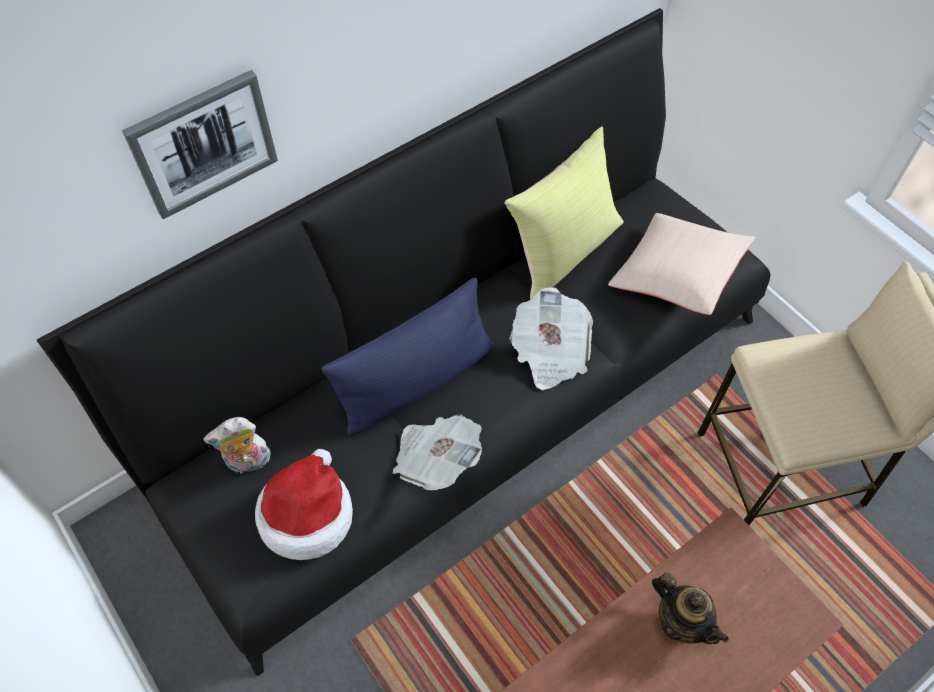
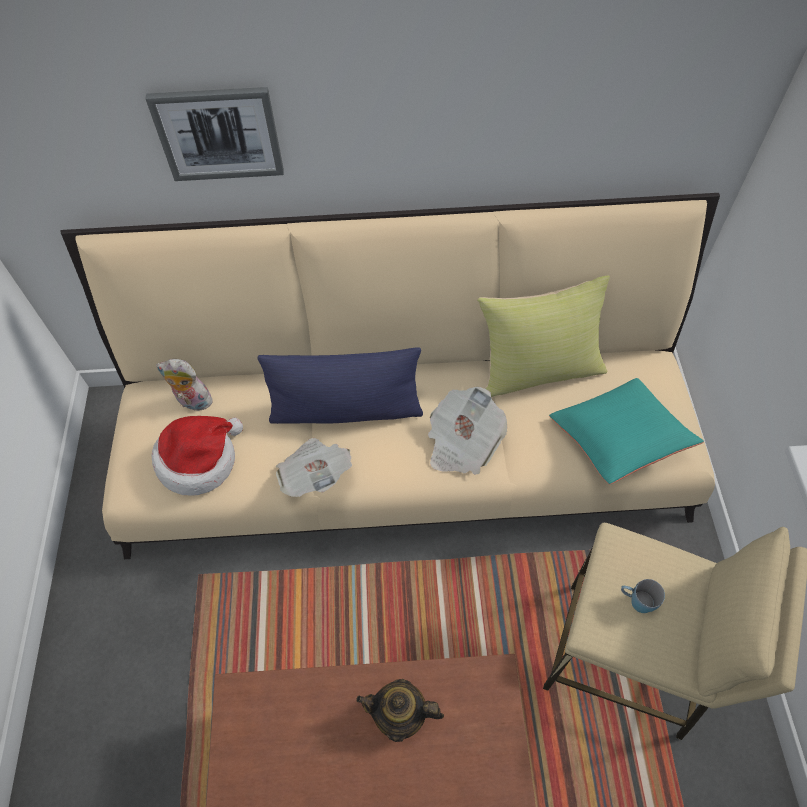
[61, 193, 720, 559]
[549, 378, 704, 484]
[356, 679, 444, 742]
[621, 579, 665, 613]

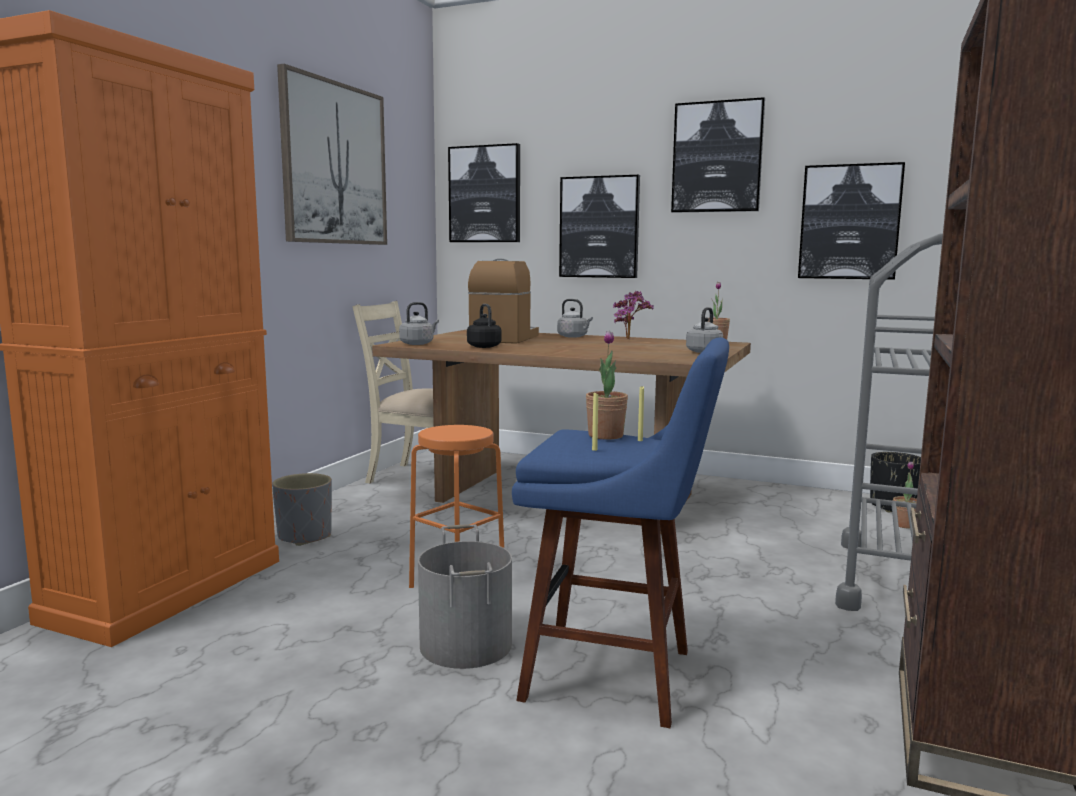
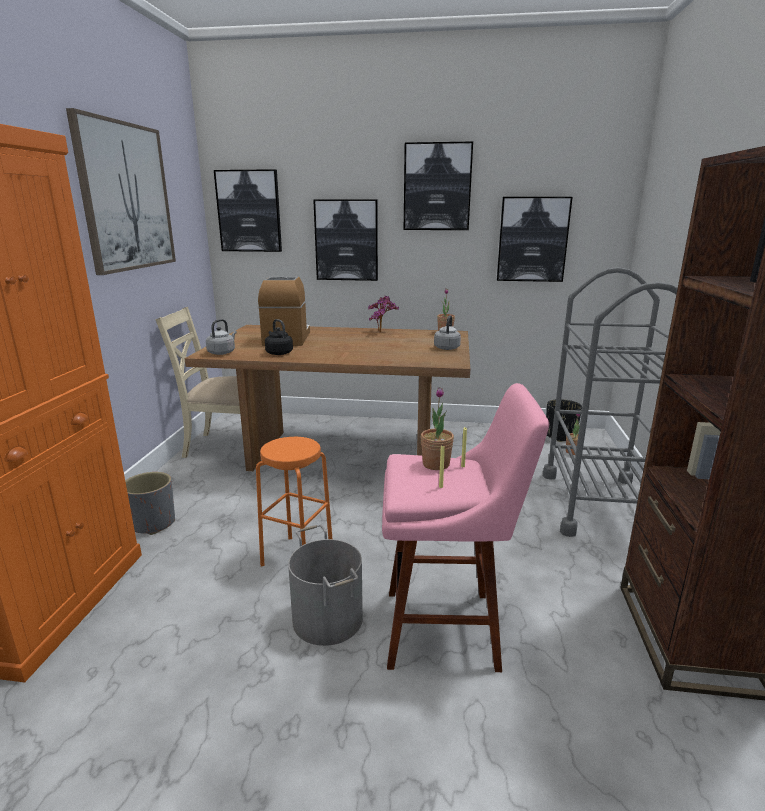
[557, 299, 593, 338] (first image)
[382, 383, 549, 672]

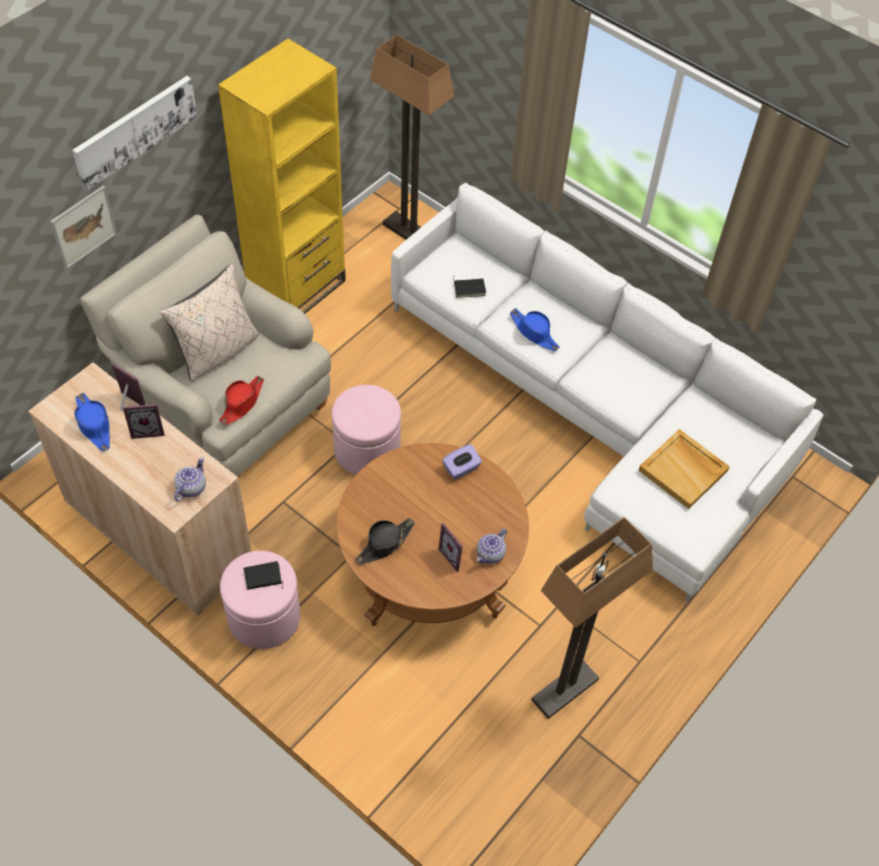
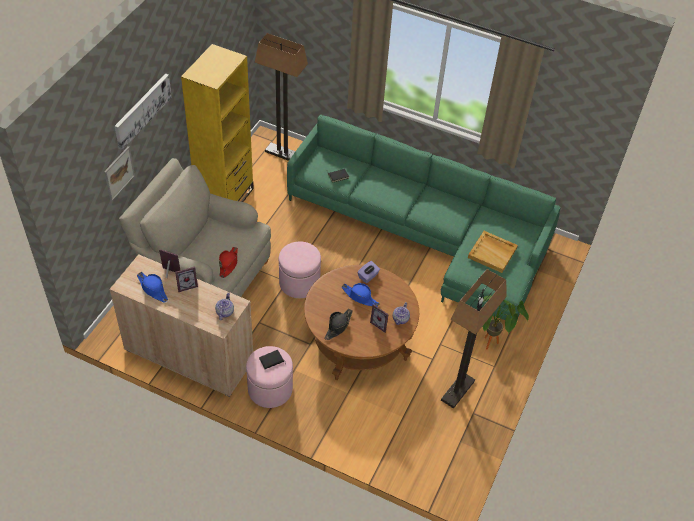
[287, 115, 560, 320]
[160, 264, 259, 382] (first image)
[342, 283, 380, 307]
[482, 291, 529, 349]

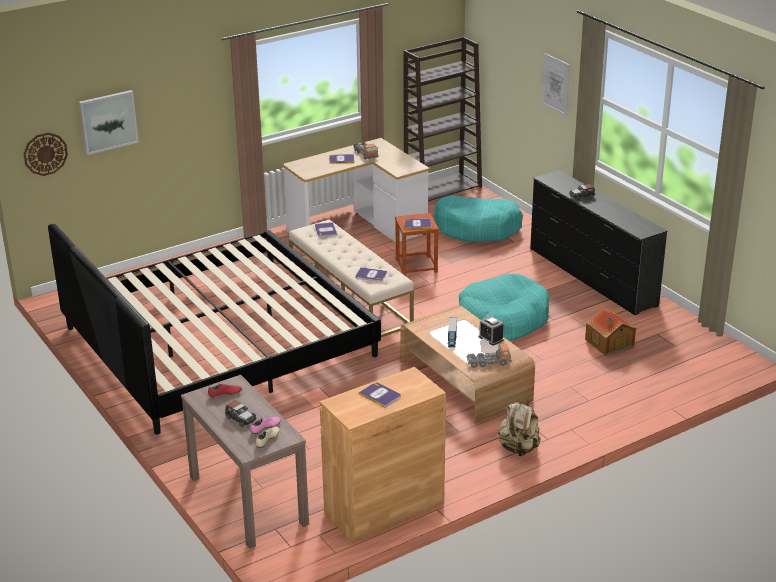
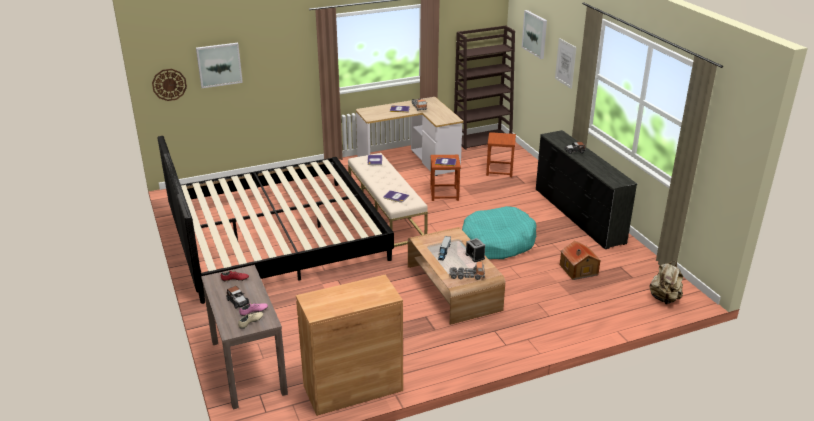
[486, 132, 516, 177]
[359, 382, 401, 408] (first image)
[650, 261, 683, 304]
[522, 10, 547, 59]

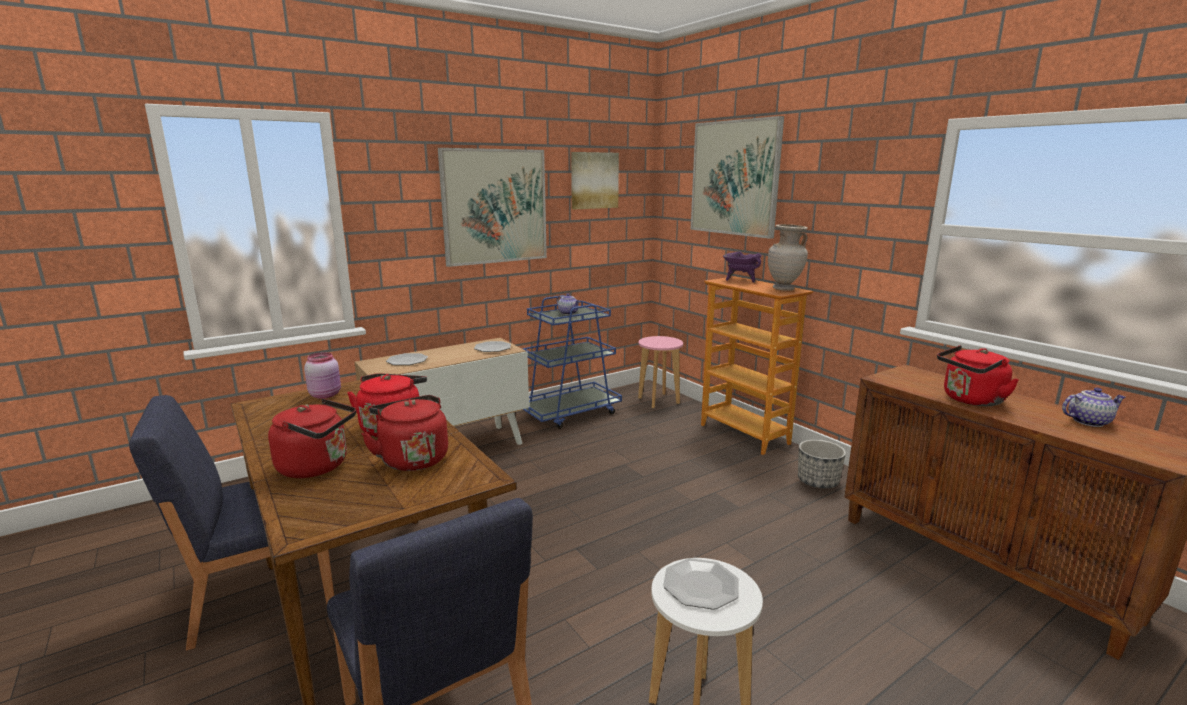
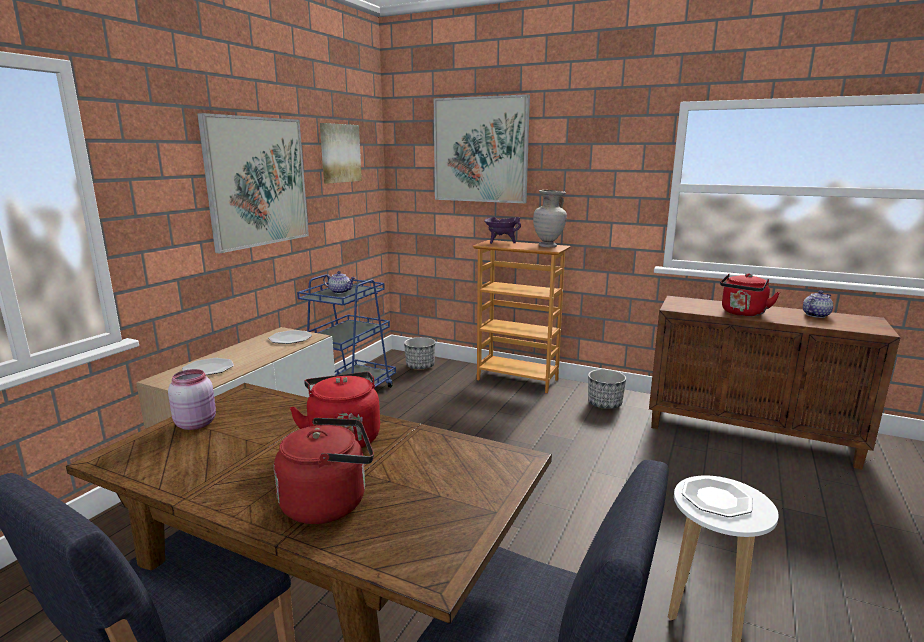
[404, 337, 436, 370]
[361, 395, 448, 471] (first image)

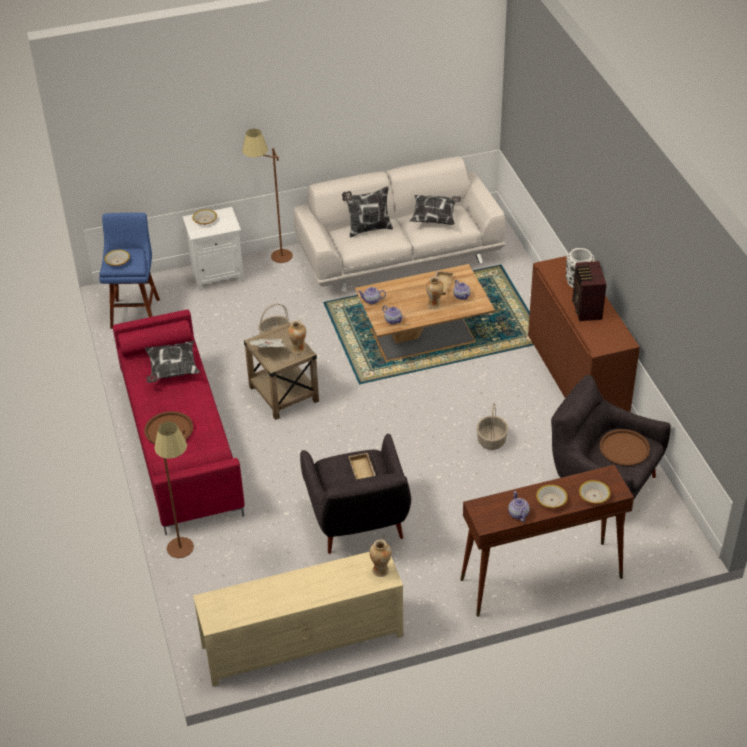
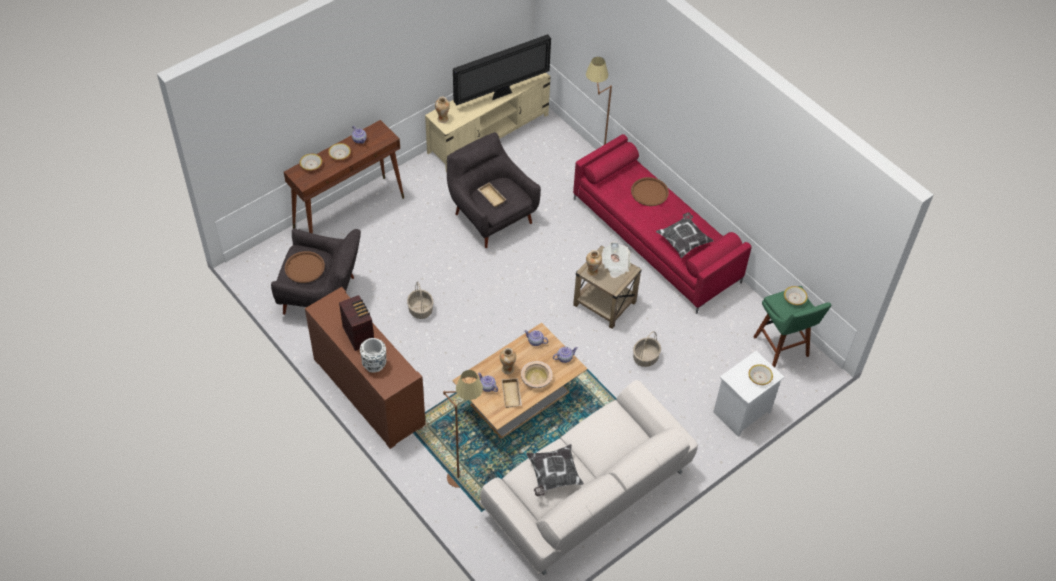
[443, 370, 483, 488]
[342, 186, 393, 237] (first image)
[753, 286, 831, 368]
[453, 34, 551, 105]
[521, 361, 553, 388]

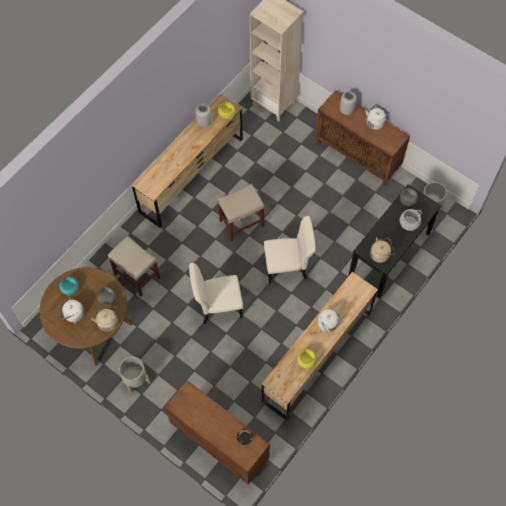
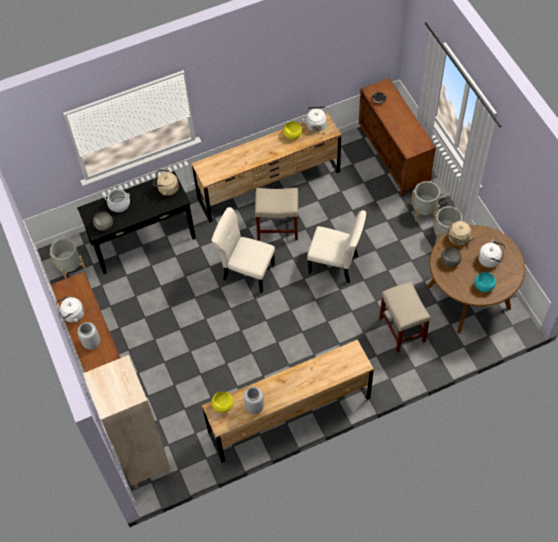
[255, 188, 298, 241]
[302, 106, 327, 132]
[411, 181, 440, 222]

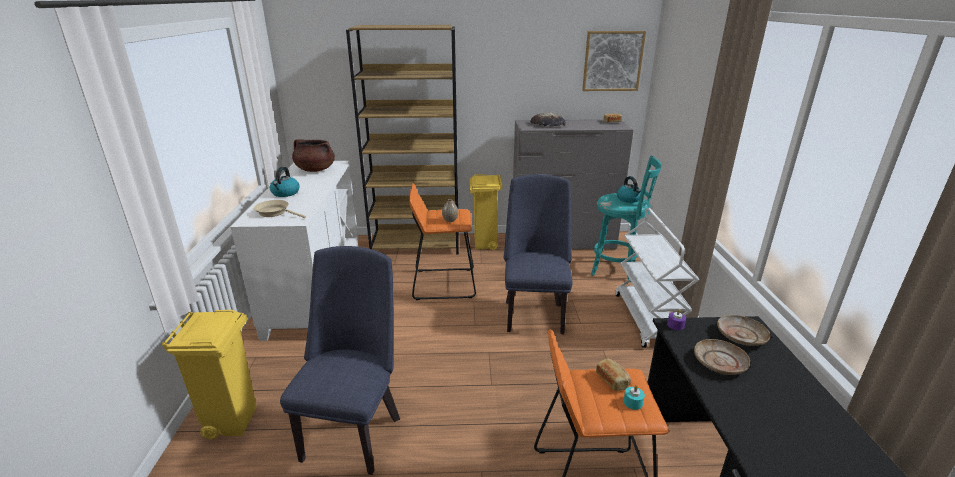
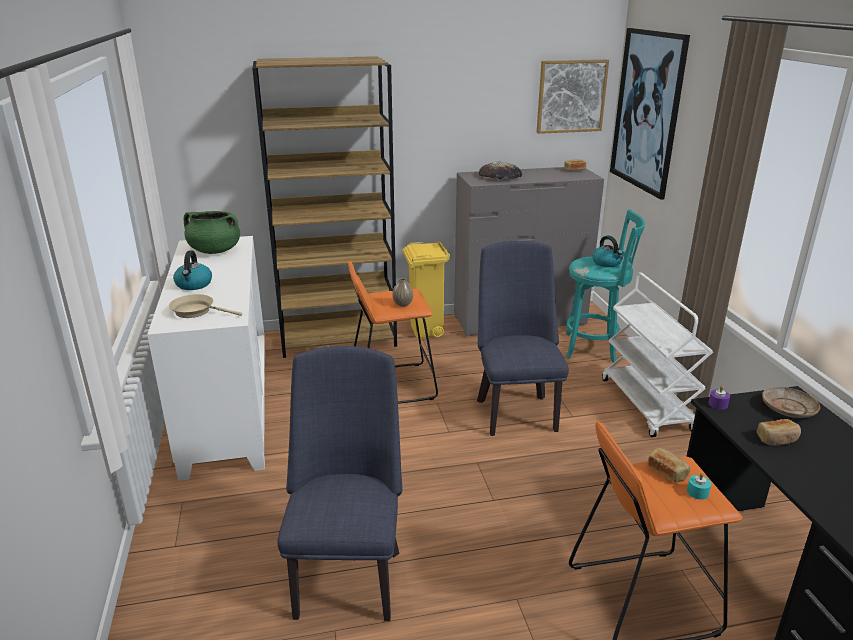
[184, 211, 240, 254]
[162, 310, 256, 439] (first image)
[757, 419, 801, 445]
[610, 28, 690, 200]

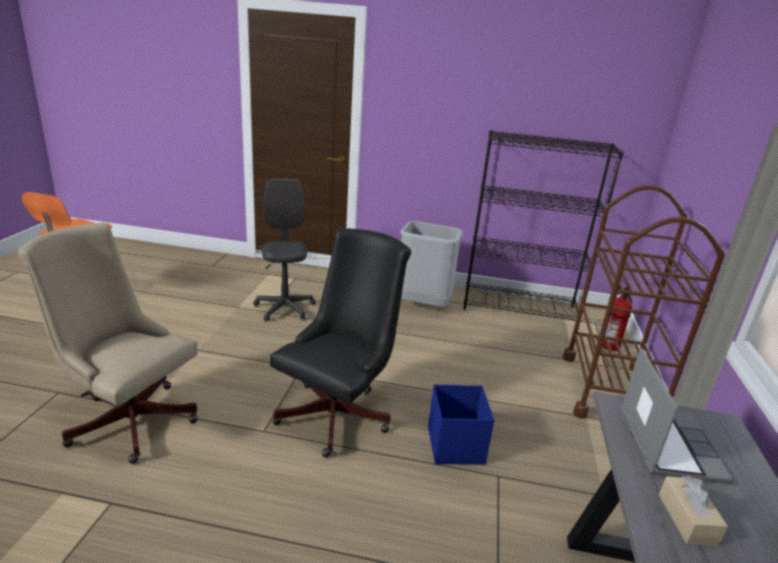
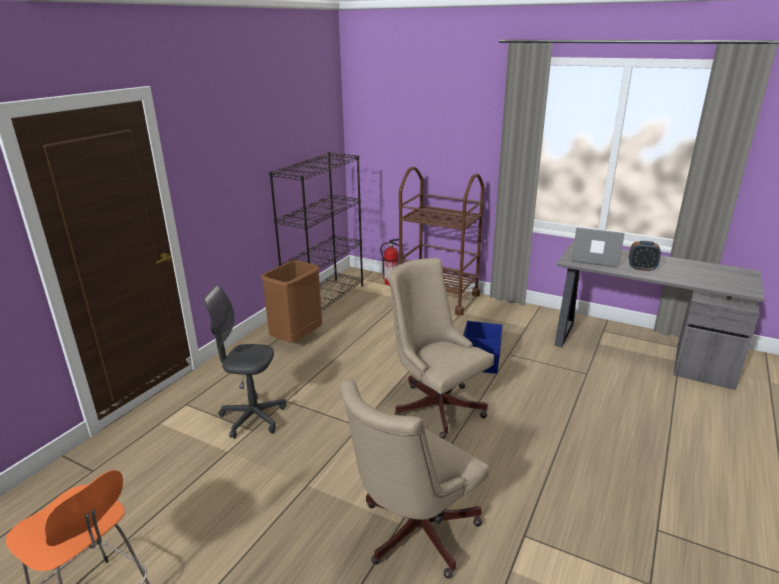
[261, 260, 322, 343]
[387, 258, 494, 439]
[629, 241, 661, 271]

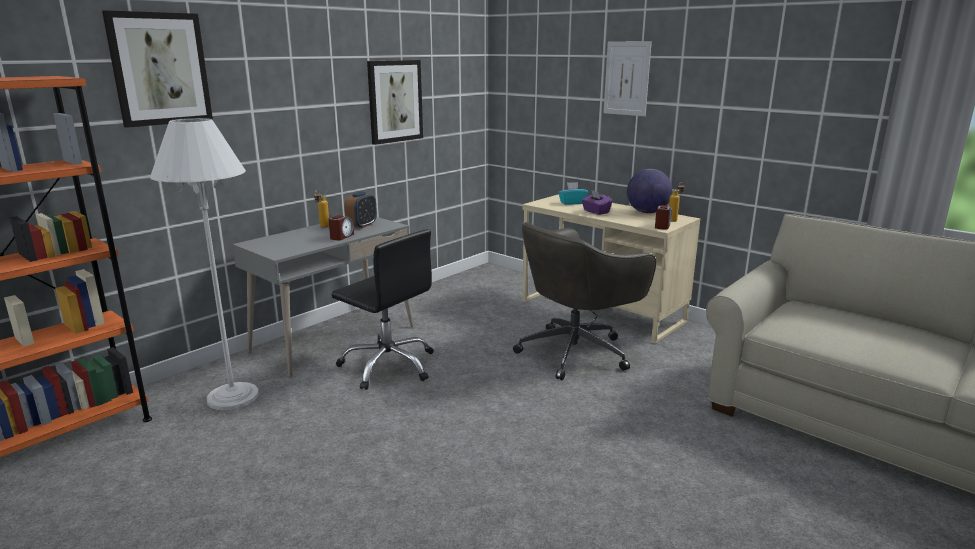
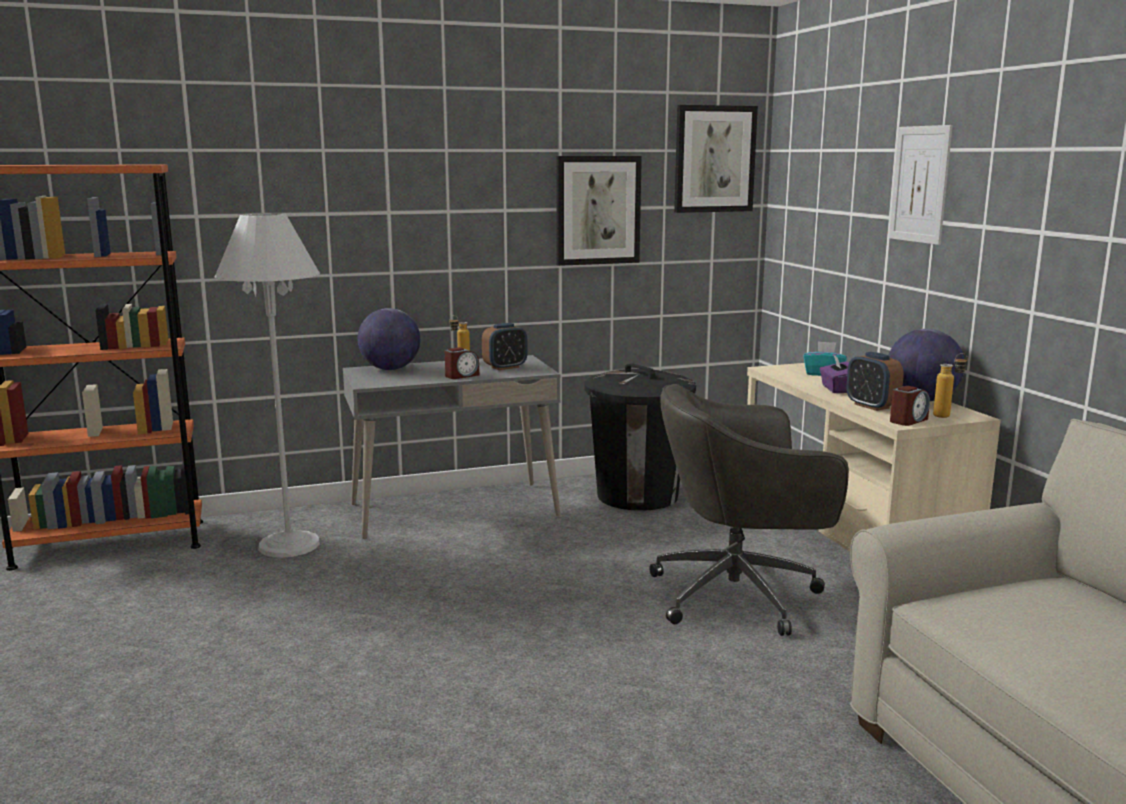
[674, 105, 758, 213]
[332, 229, 433, 390] (first image)
[358, 308, 420, 370]
[846, 352, 904, 411]
[584, 363, 696, 511]

